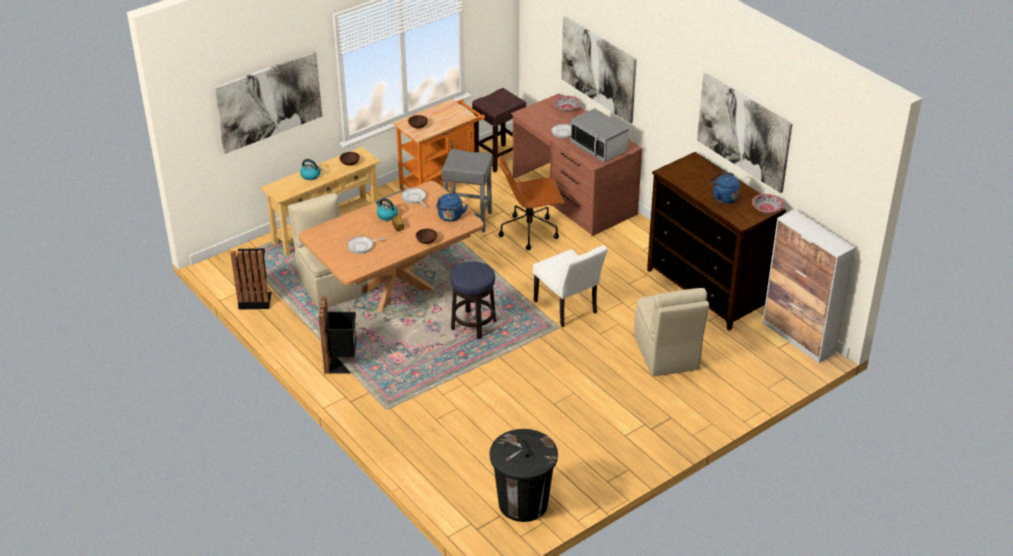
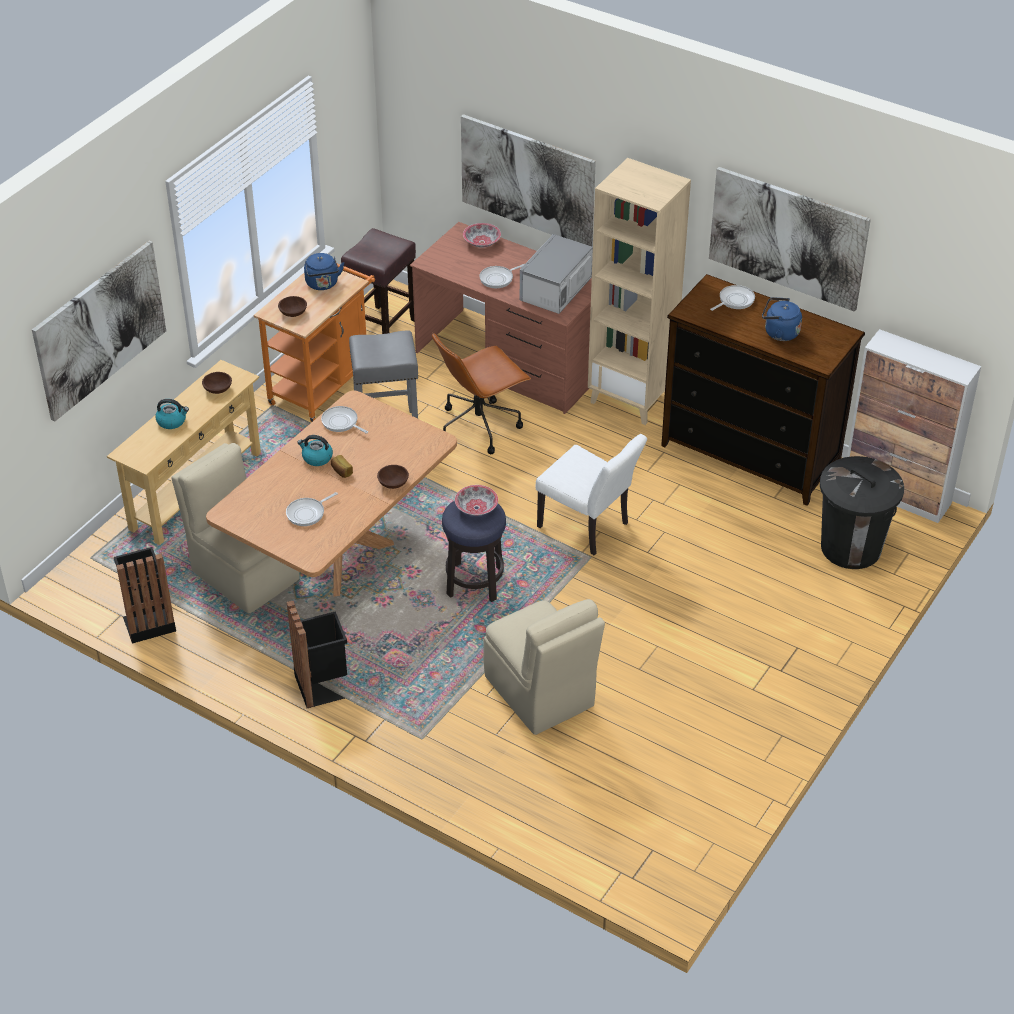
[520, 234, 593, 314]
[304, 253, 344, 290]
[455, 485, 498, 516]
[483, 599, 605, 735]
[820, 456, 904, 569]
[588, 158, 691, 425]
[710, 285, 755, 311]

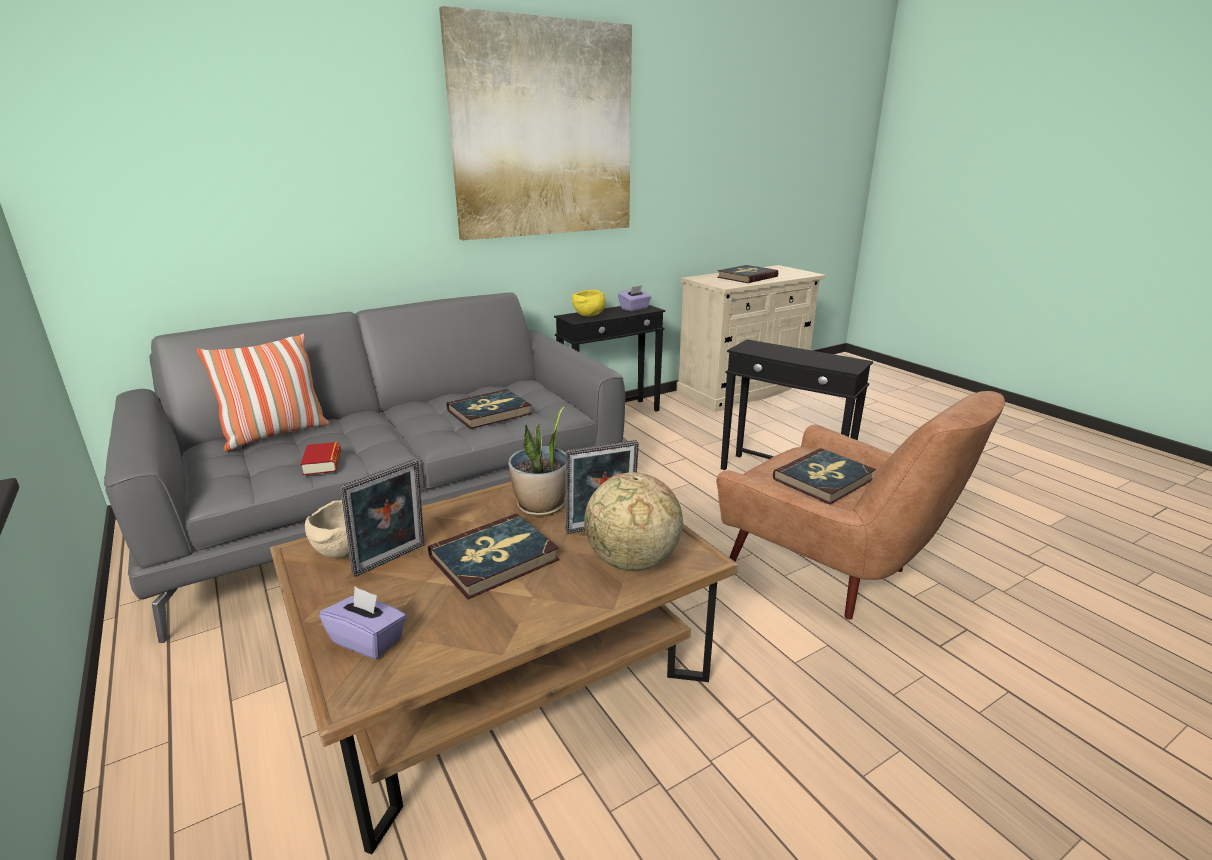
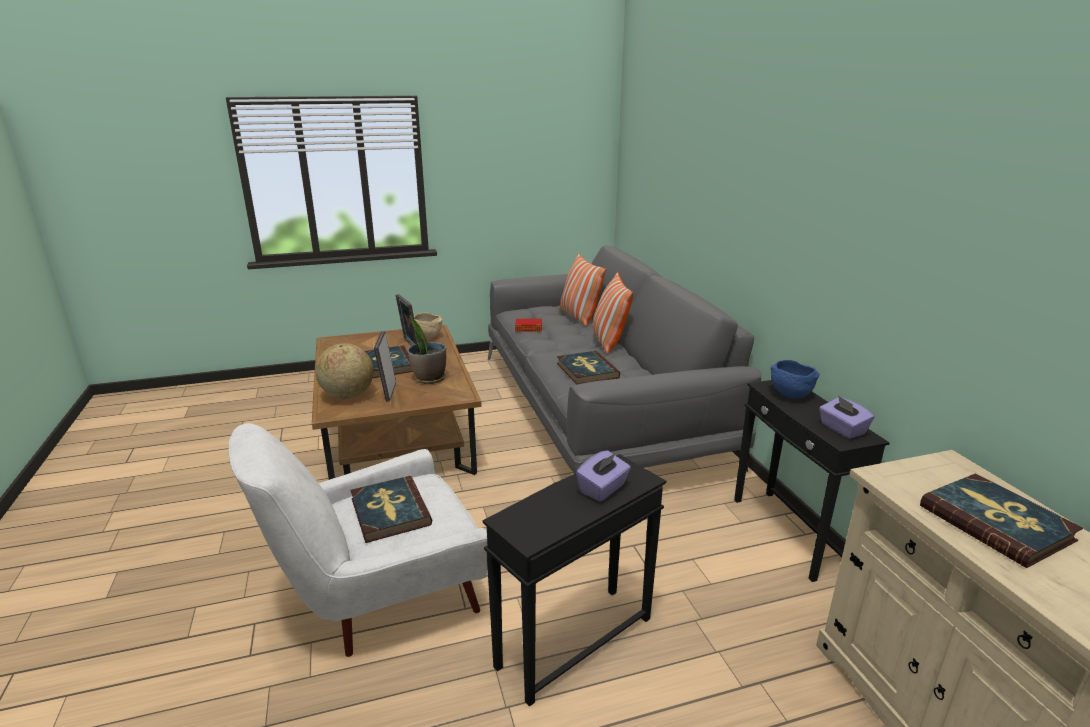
[439, 6, 632, 240] (first image)
[770, 360, 820, 398]
[229, 423, 487, 657]
[576, 450, 631, 502]
[593, 272, 633, 354]

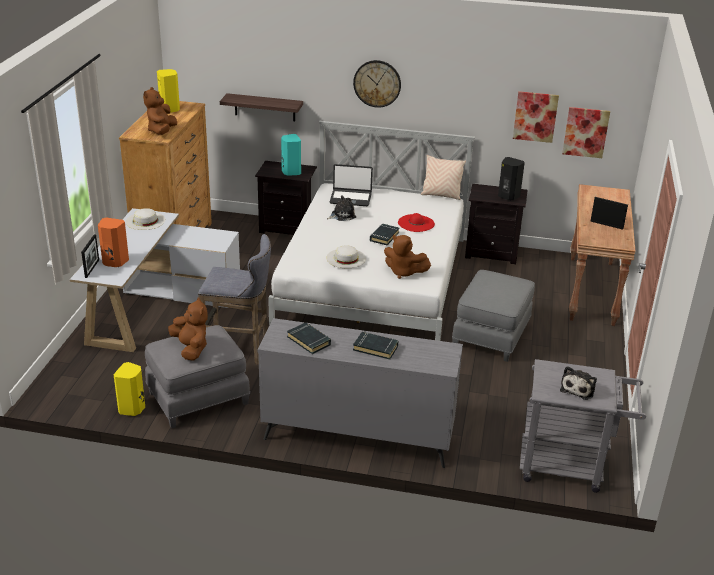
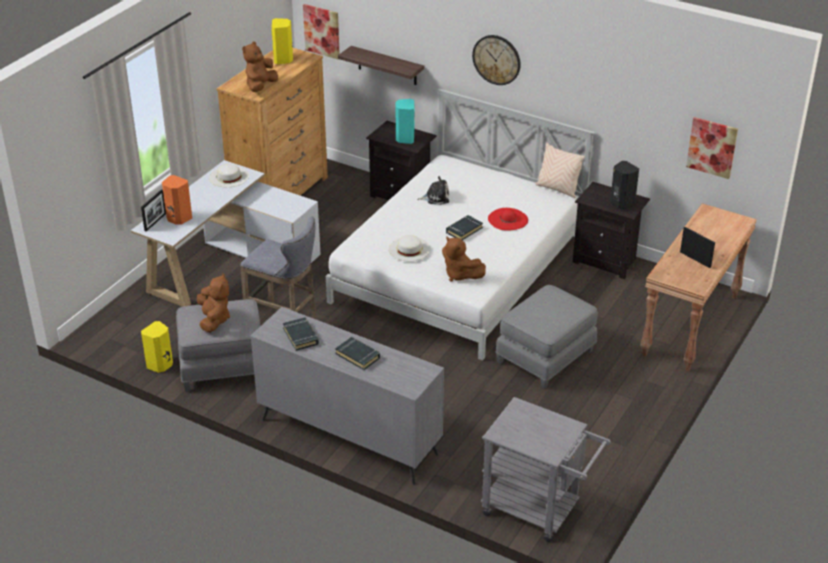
[303, 4, 340, 59]
[330, 164, 373, 206] (first image)
[560, 366, 597, 400] (first image)

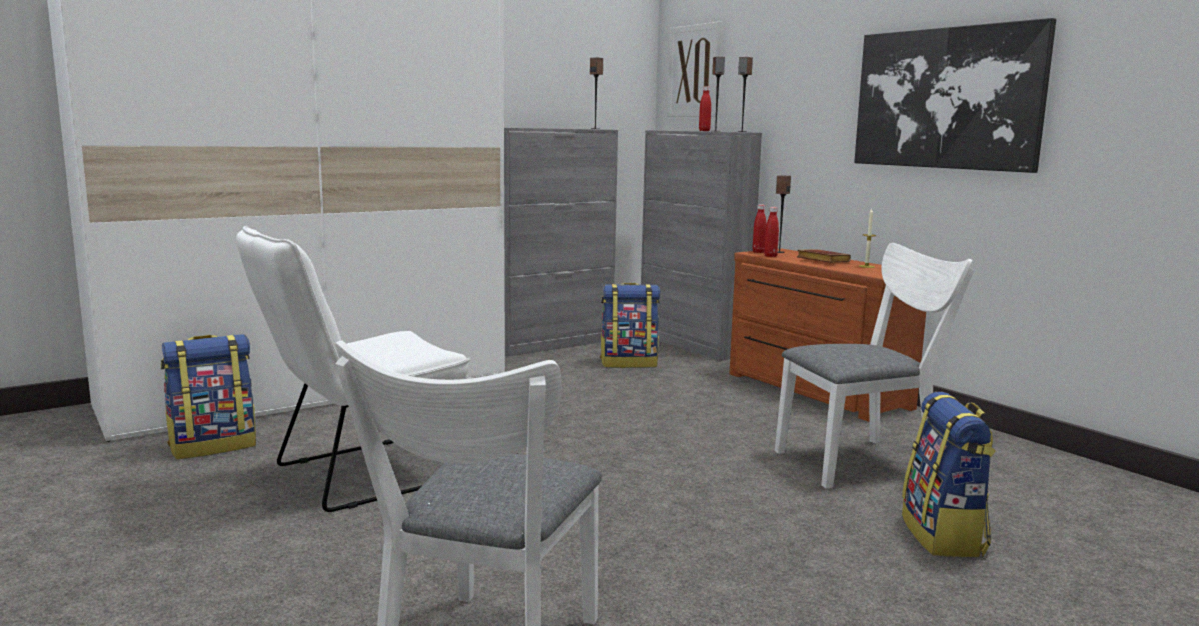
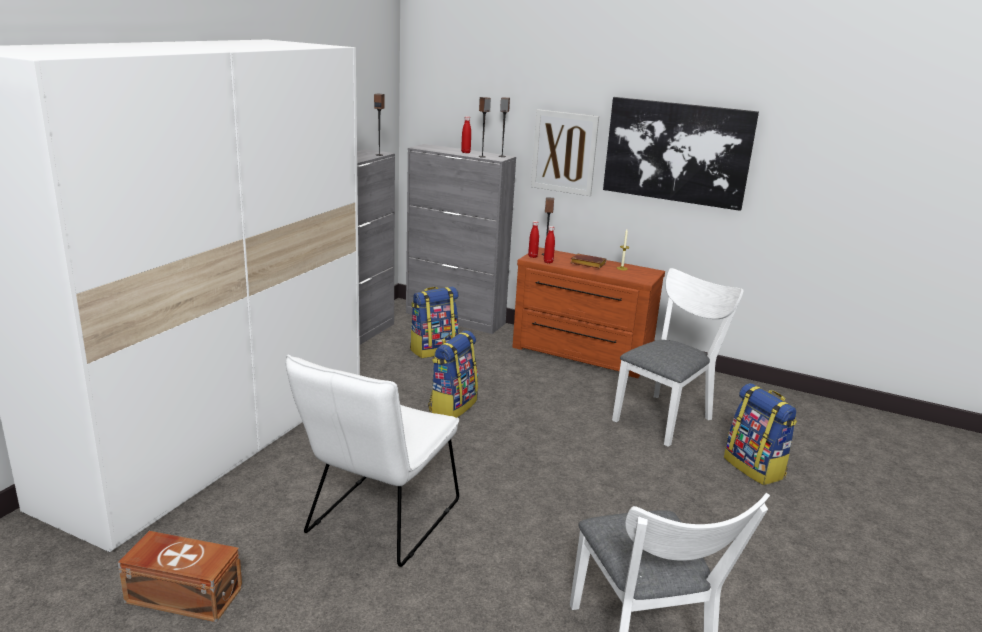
[531, 109, 599, 196]
[428, 330, 478, 418]
[118, 531, 242, 622]

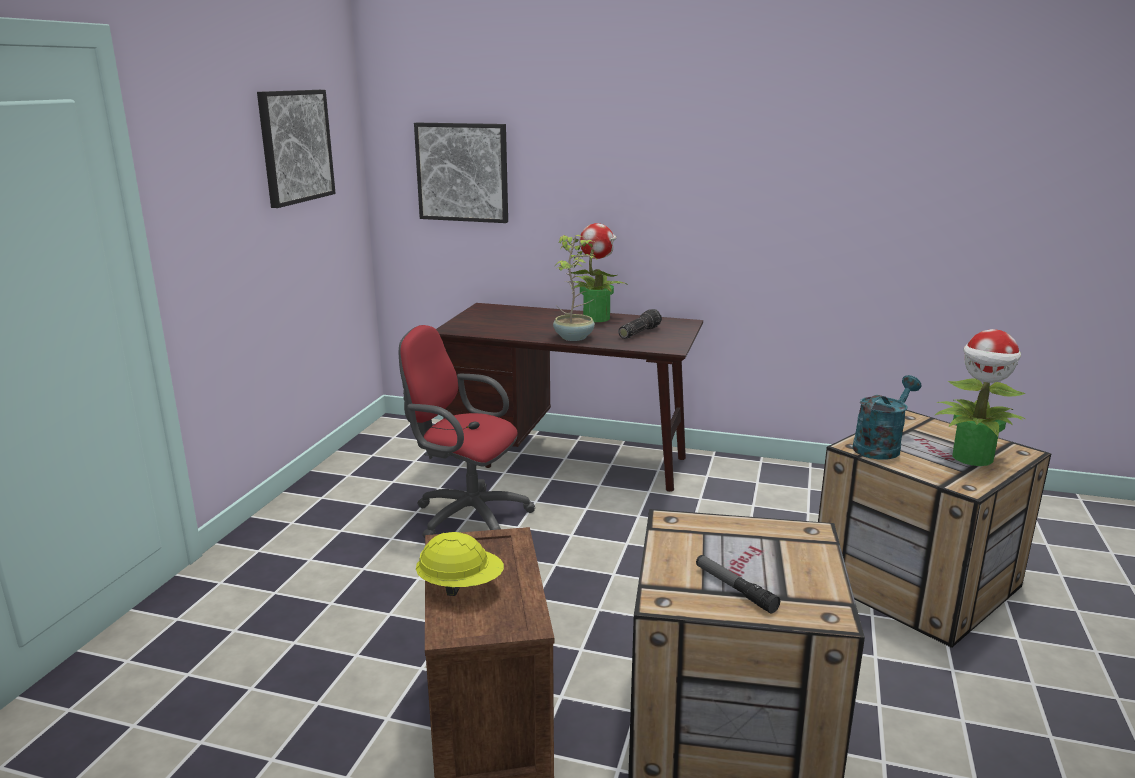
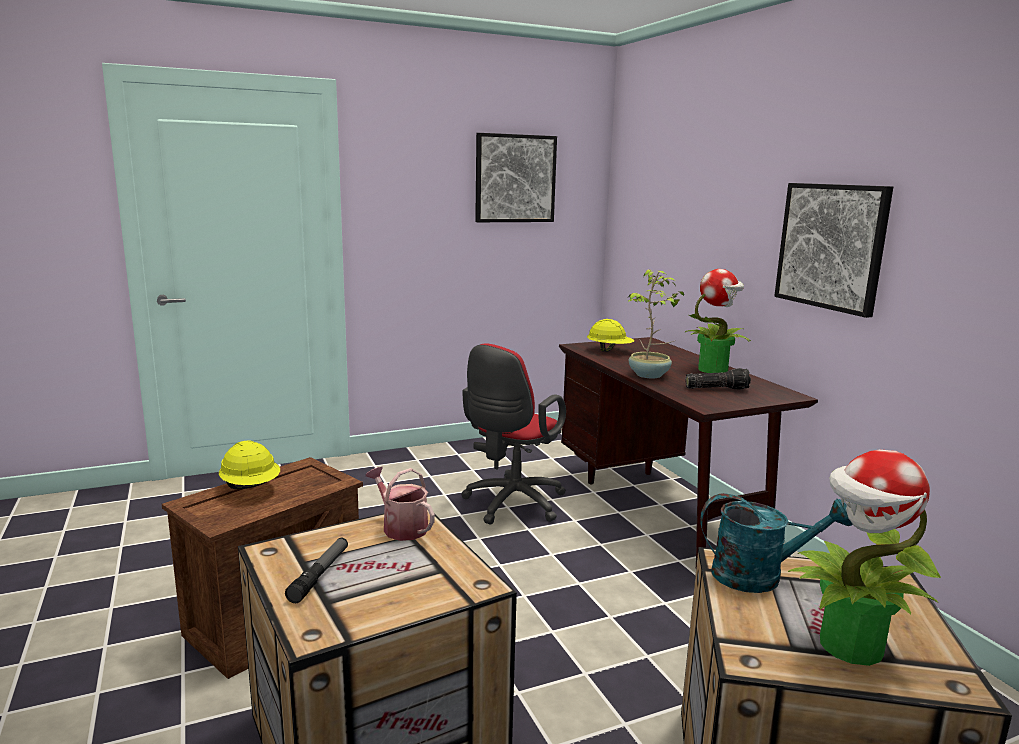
[774, 183, 893, 318]
[461, 344, 566, 525]
[587, 319, 634, 352]
[366, 467, 435, 541]

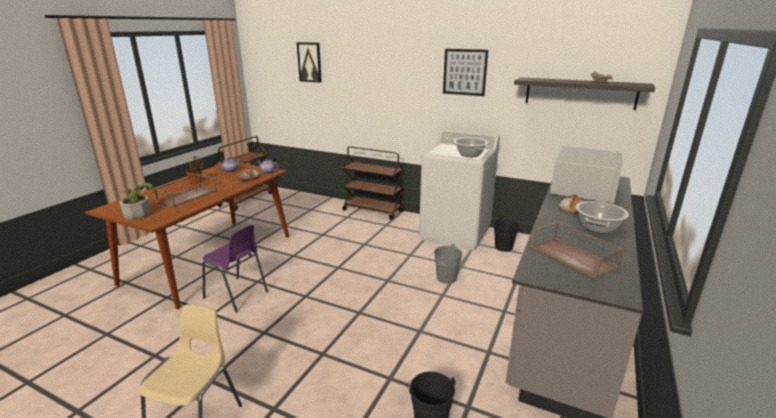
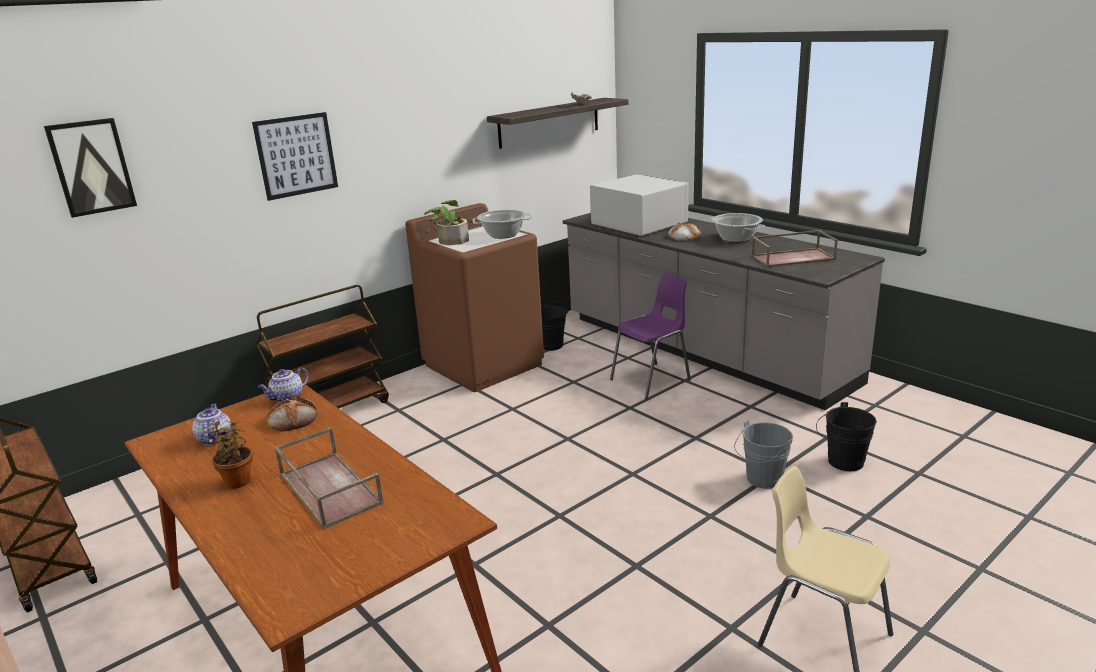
[252, 112, 338, 201]
[405, 203, 544, 392]
[424, 200, 469, 245]
[610, 274, 691, 399]
[734, 420, 793, 489]

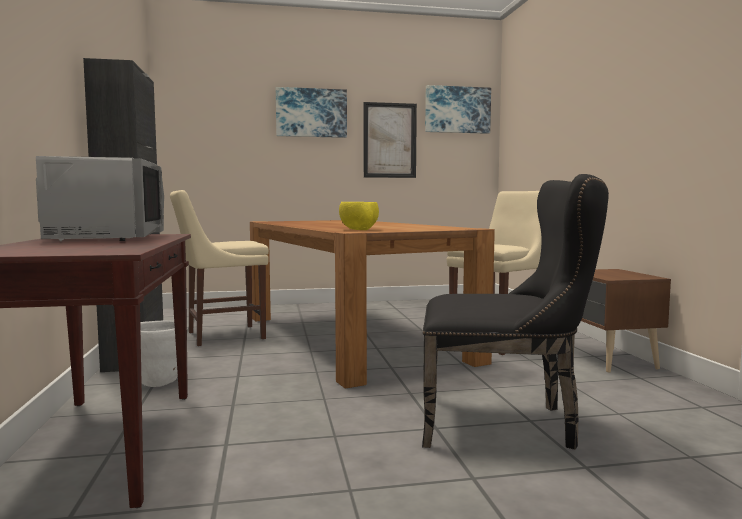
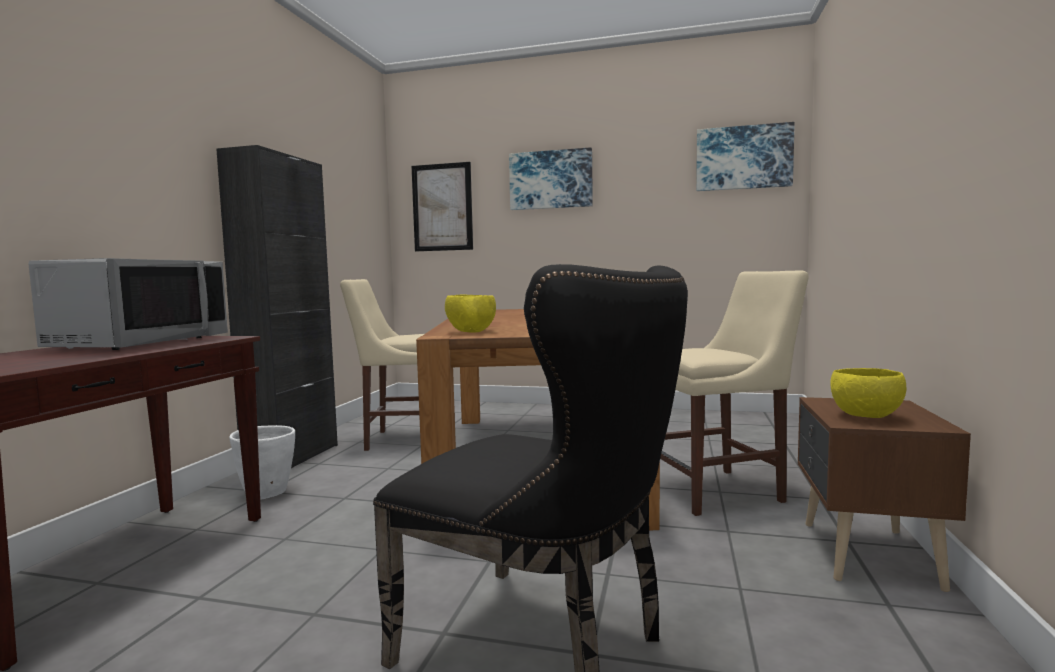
[411, 162, 473, 251]
[831, 368, 906, 418]

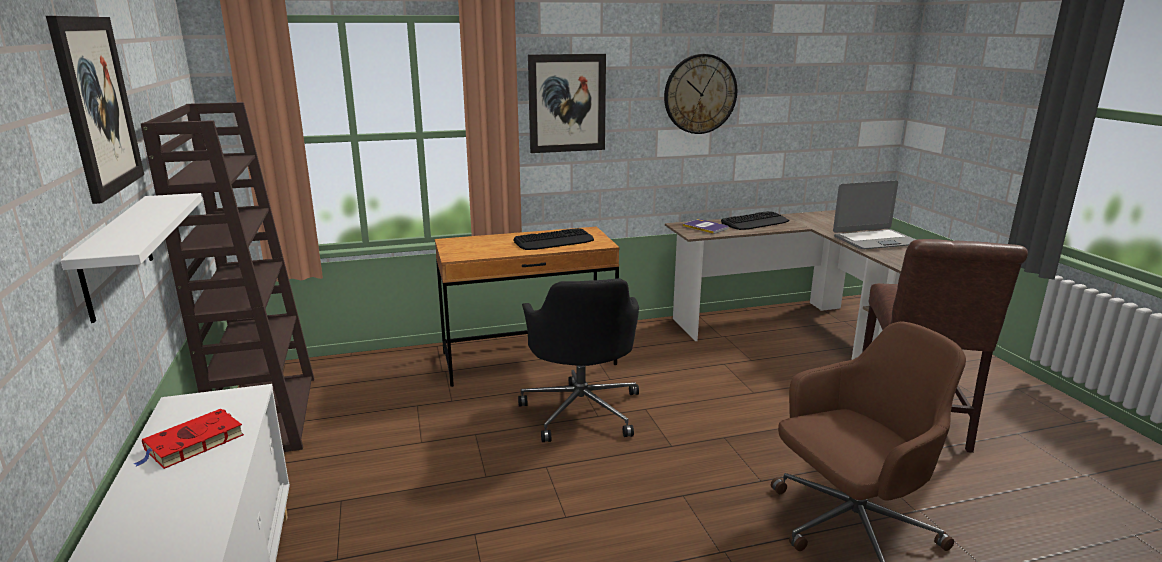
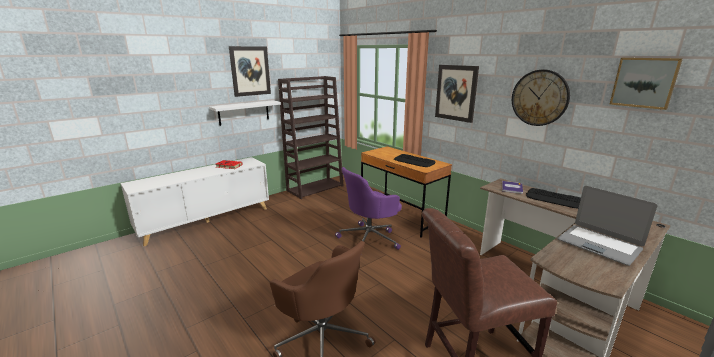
[335, 167, 402, 254]
[610, 58, 683, 110]

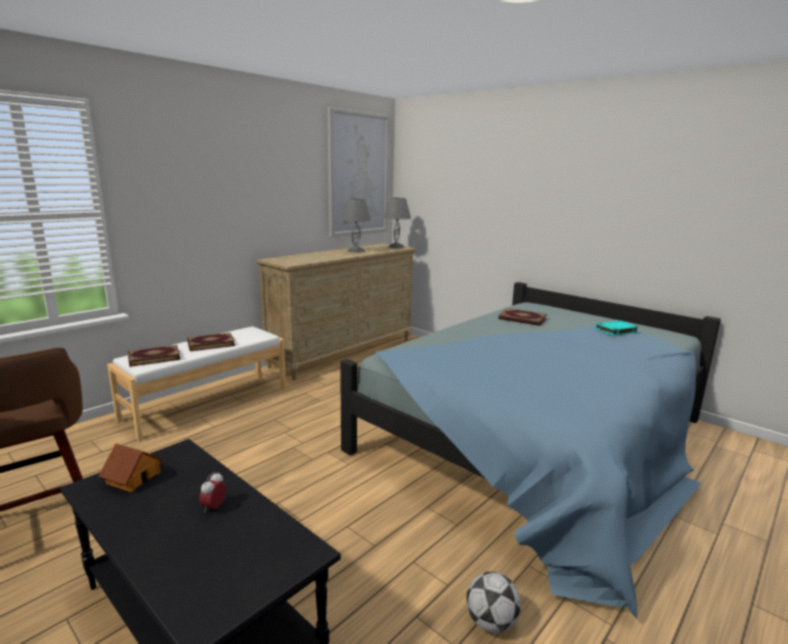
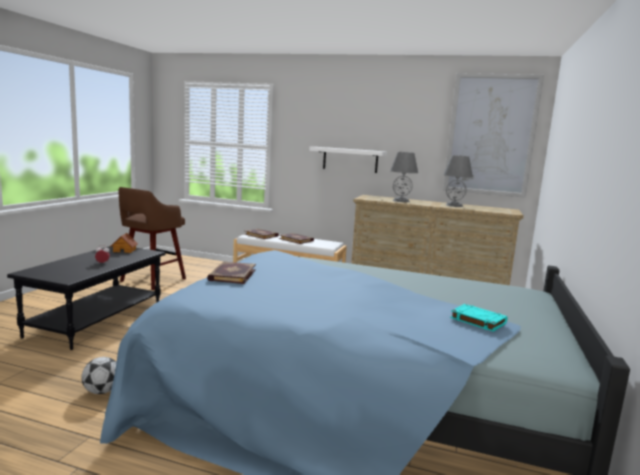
[390, 152, 418, 202]
[207, 262, 256, 284]
[309, 147, 387, 173]

